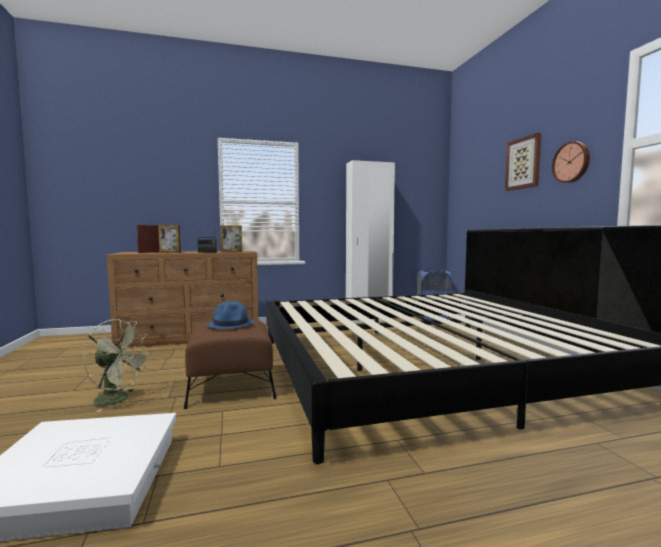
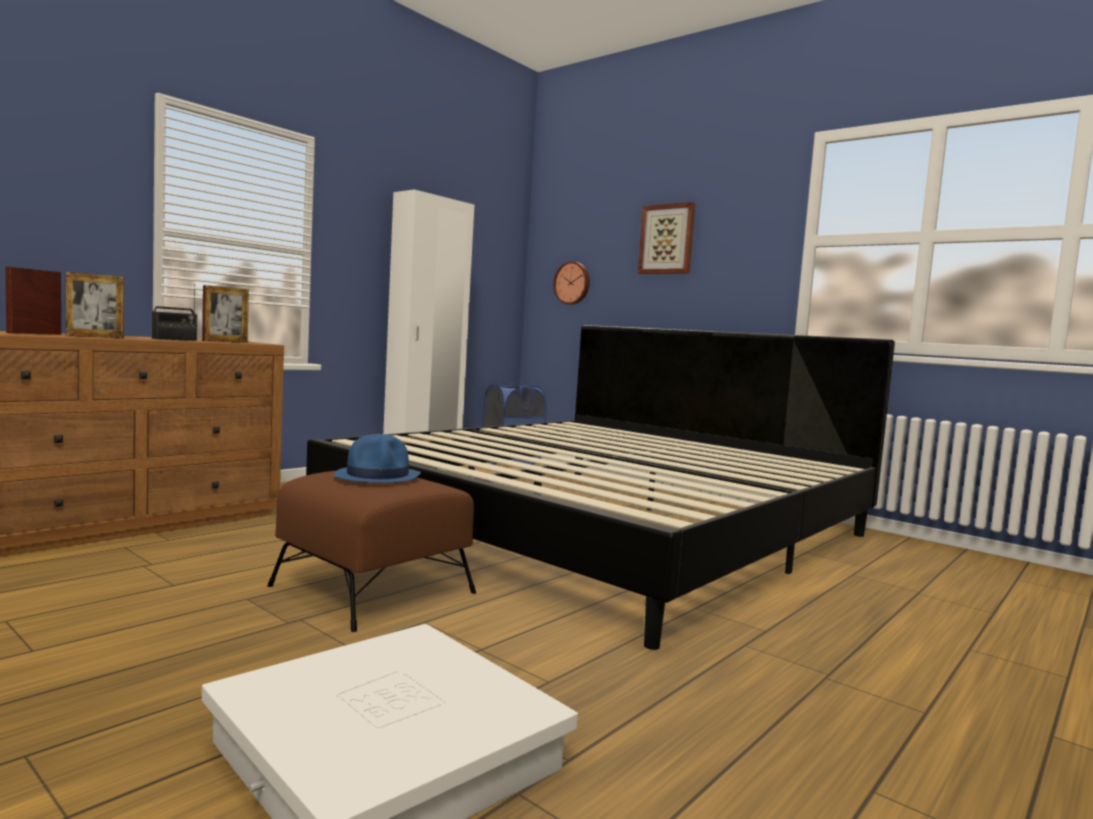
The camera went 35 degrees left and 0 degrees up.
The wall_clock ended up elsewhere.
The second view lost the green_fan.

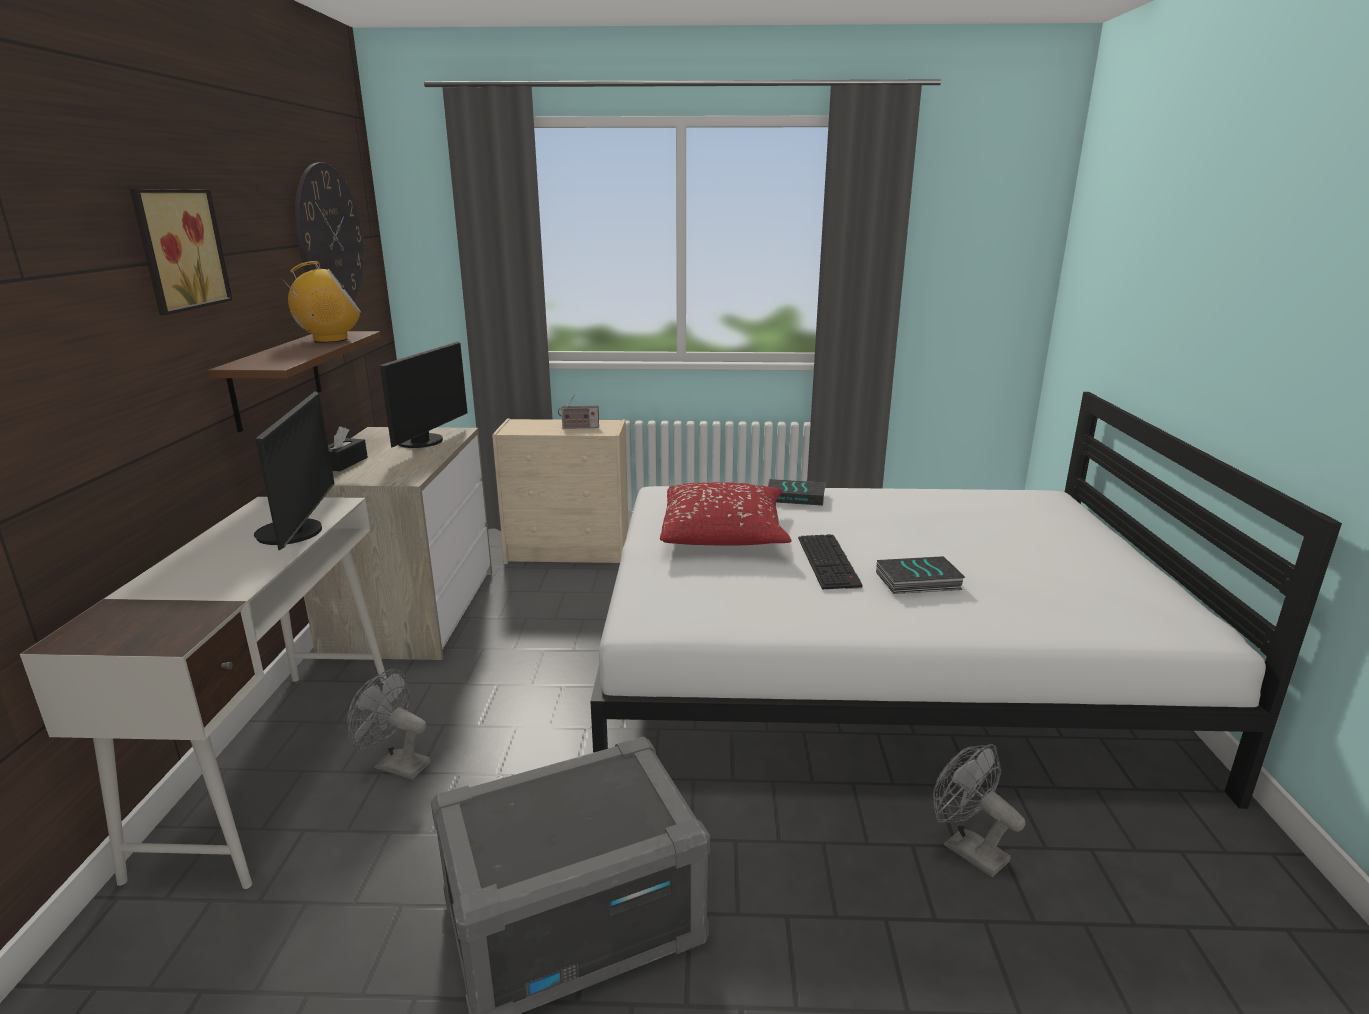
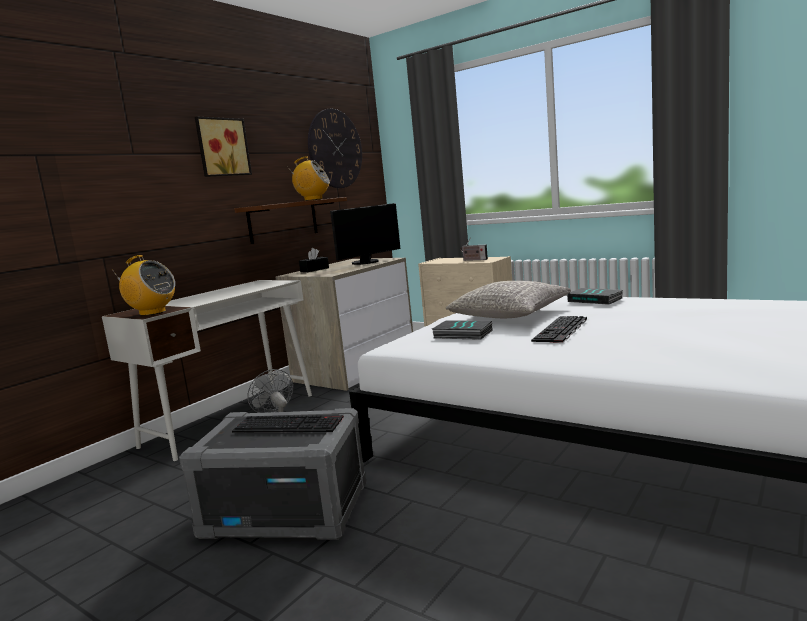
The camera went 35 degrees right and 10 degrees down.
The second view lost the monitor (1st from left).
What was the red_pillow turned into the grey_pillow.
The book (2nd from left in the first image) ended up elsewhere.
The second view lost the grey_fan (2nd from left).
The second view gained the radio (1st from left).
The second view gained the keyboard (1st from left).

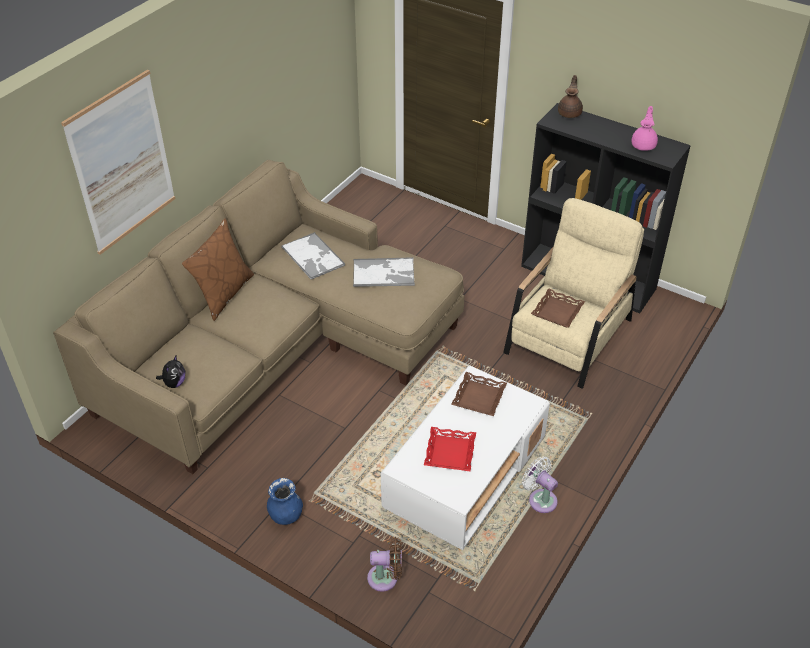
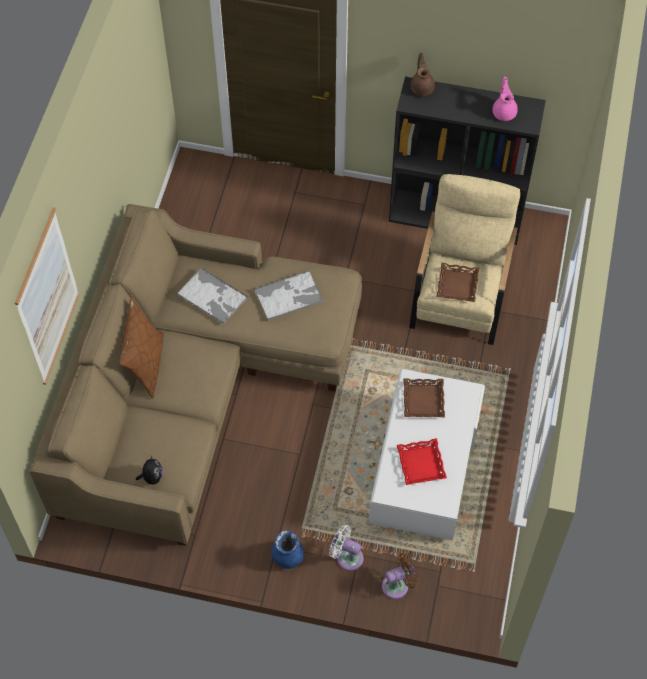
The camera went 20 degrees left and 15 degrees up.
The white_fan ended up elsewhere.

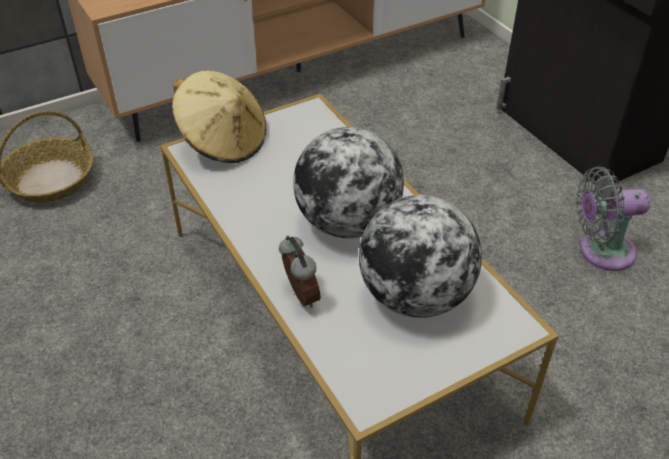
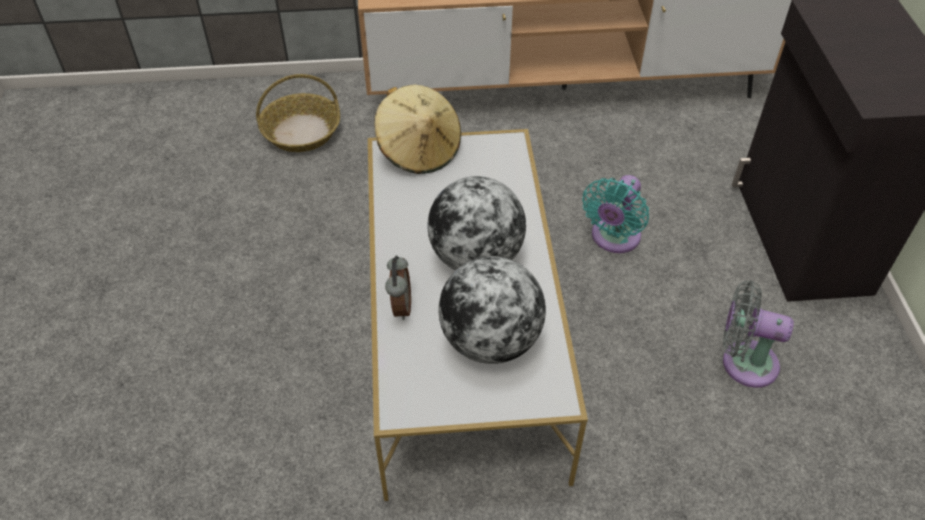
The camera went 25 degrees right and 5 degrees up.
The second view gained the turquoise_fan.

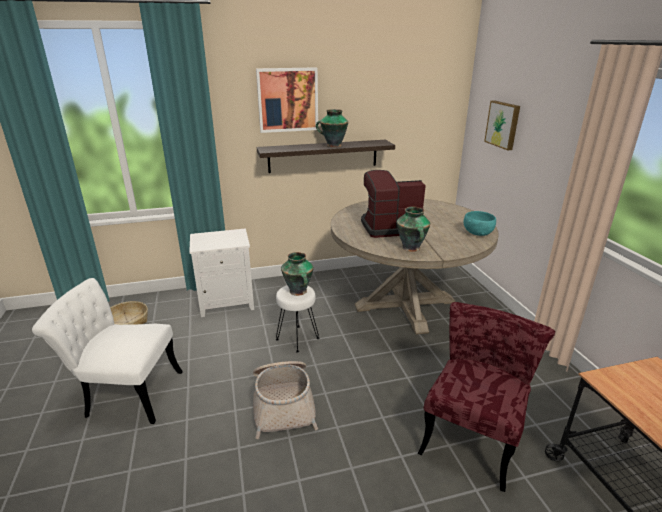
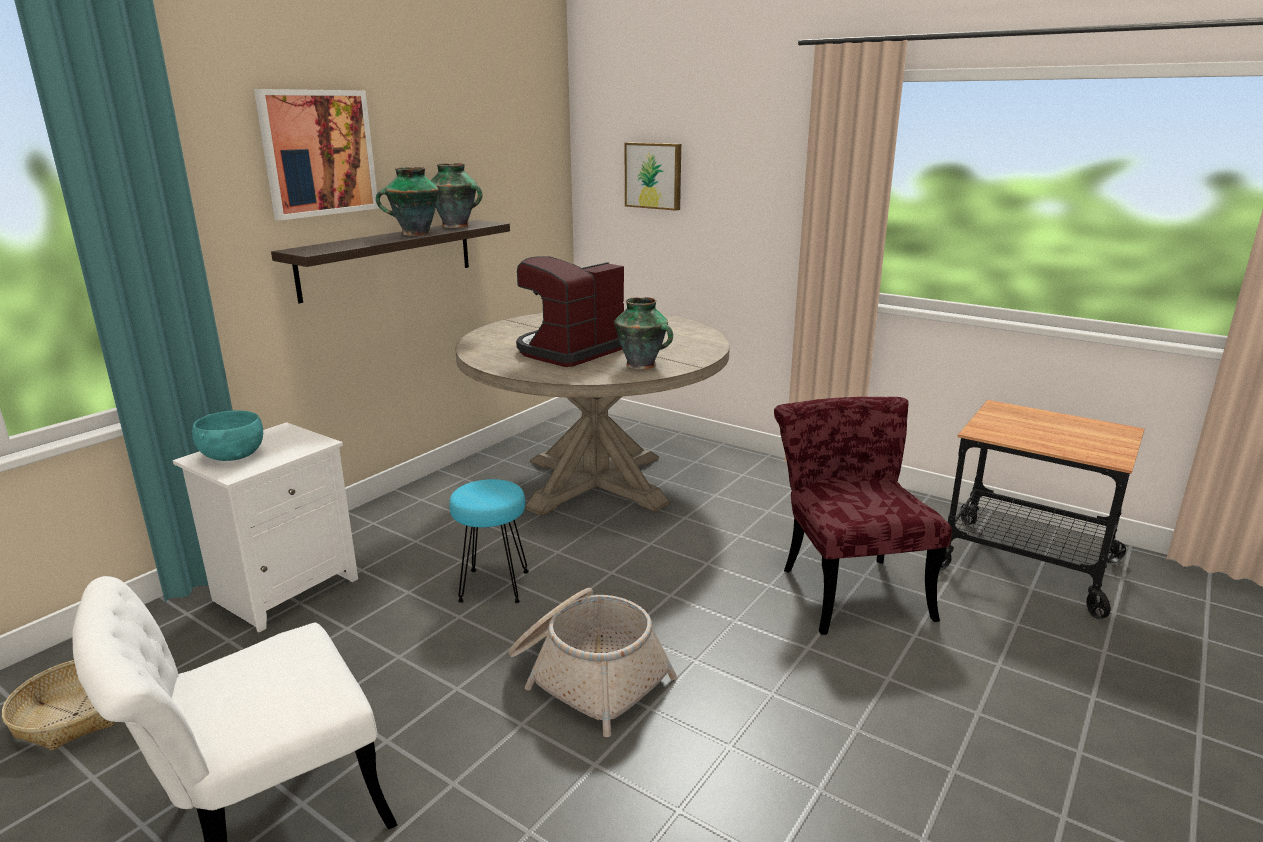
The camera went 40 degrees left and 5 degrees down.
The turquoise_bowl ended up elsewhere.
The vase (1st from left in the first image) ended up elsewhere.
What was the white_stool turned into the turquoise_stool.

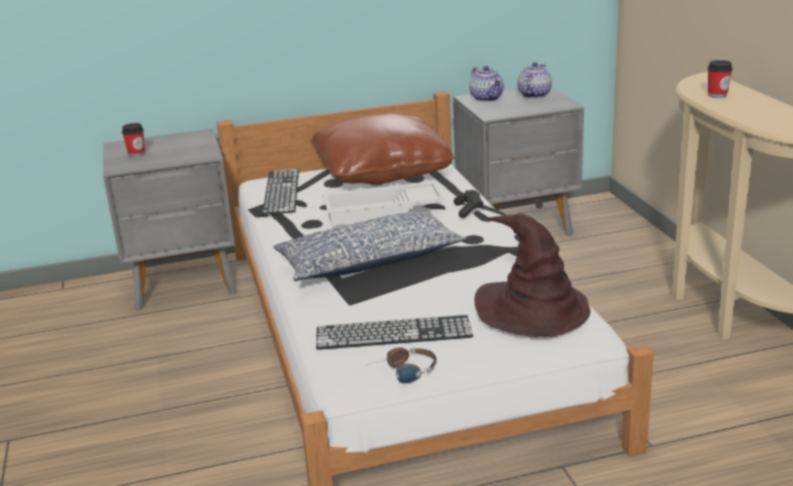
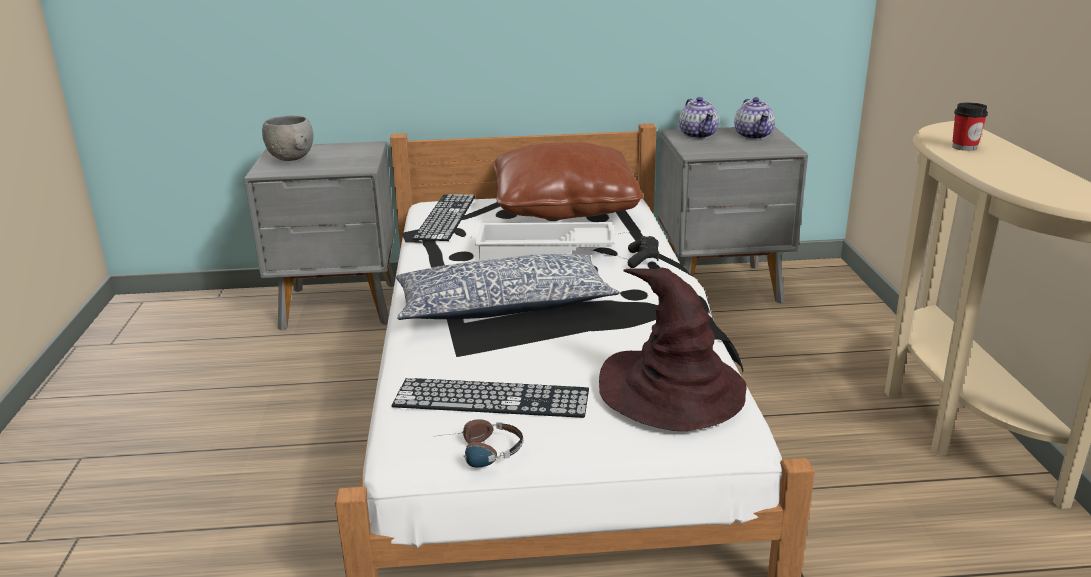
The camera went 10 degrees right and 0 degrees up.
The teapot (2nd from left) ended up facing another way, 135 degrees clockwise from before.
Where the cup (1st from left) stood, the grey_bowl came to stand.

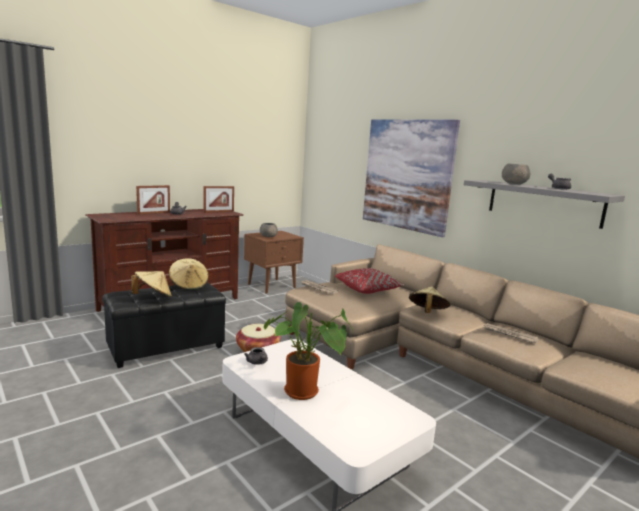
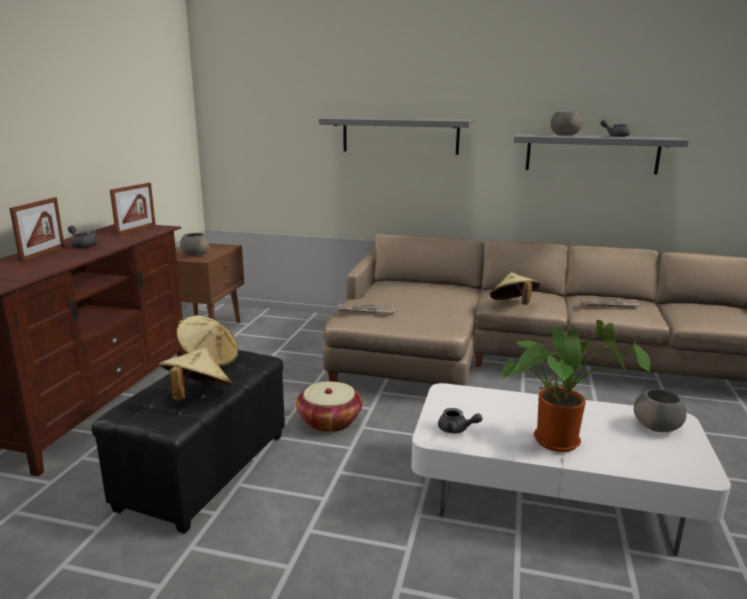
The camera went 35 degrees left and 5 degrees up.
Where the picture hung, the grey_shelf (1st from left) came to hang.
The second view lost the red_pillow.
The second view gained the grey_bowl (3rd from left).

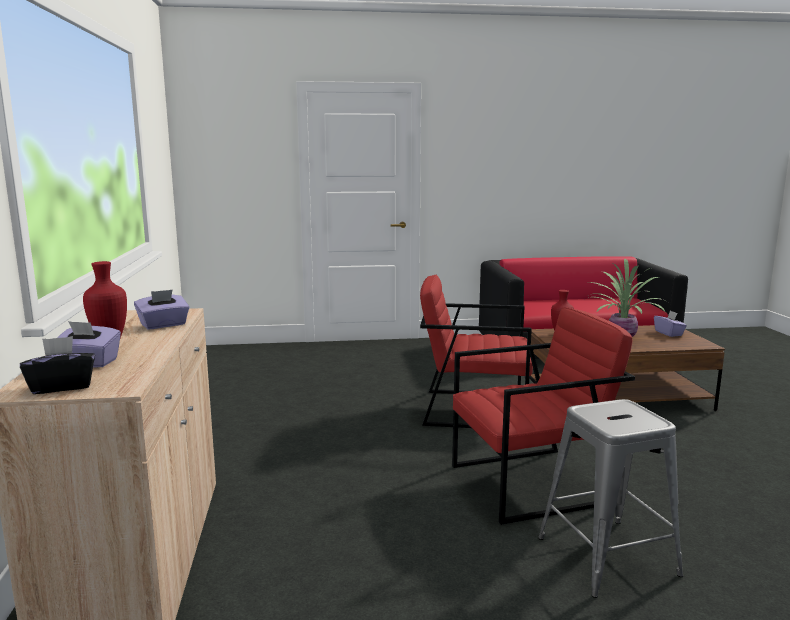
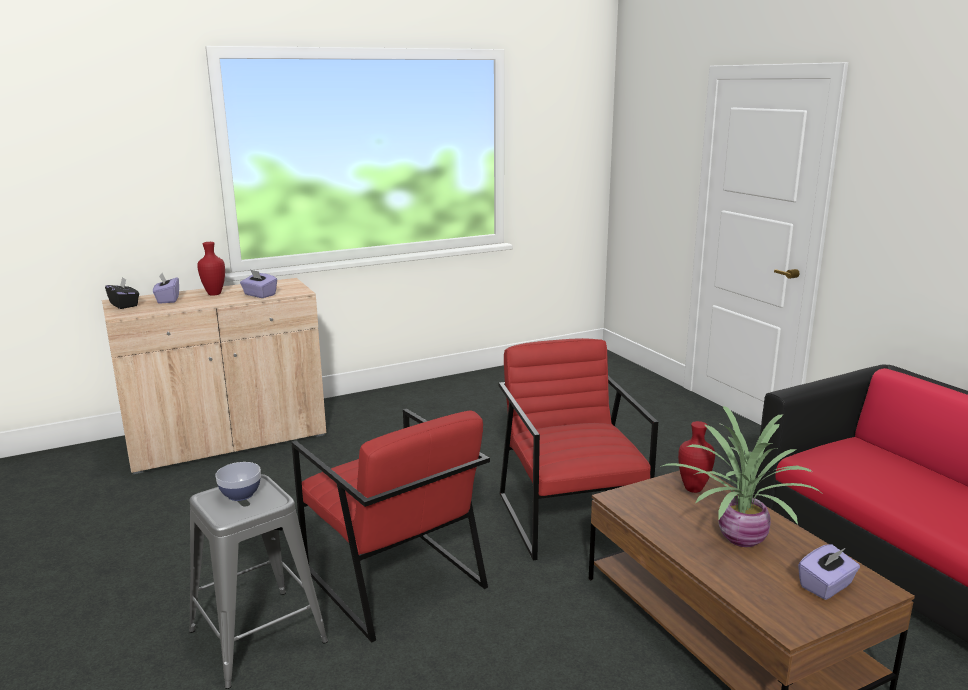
The camera went 70 degrees right and 5 degrees up.
The second view gained the bowl.

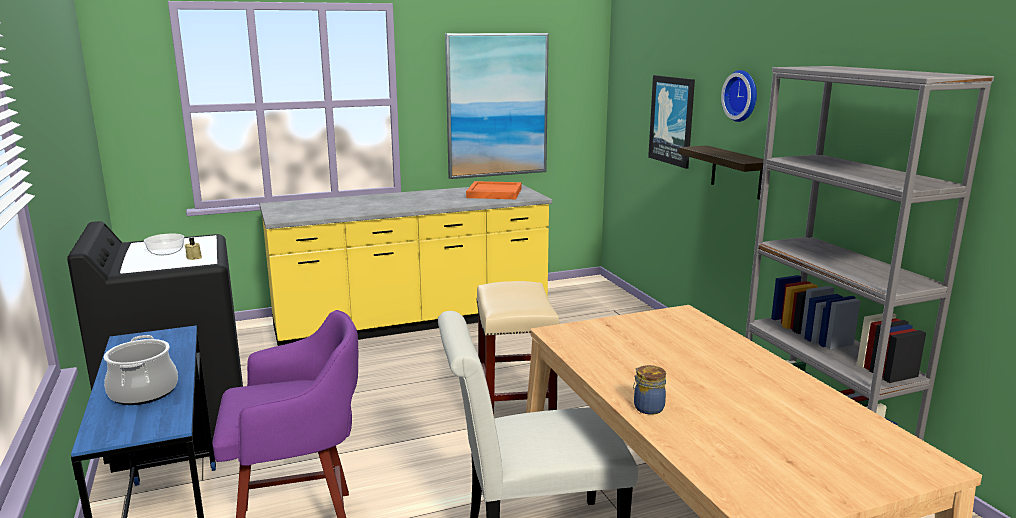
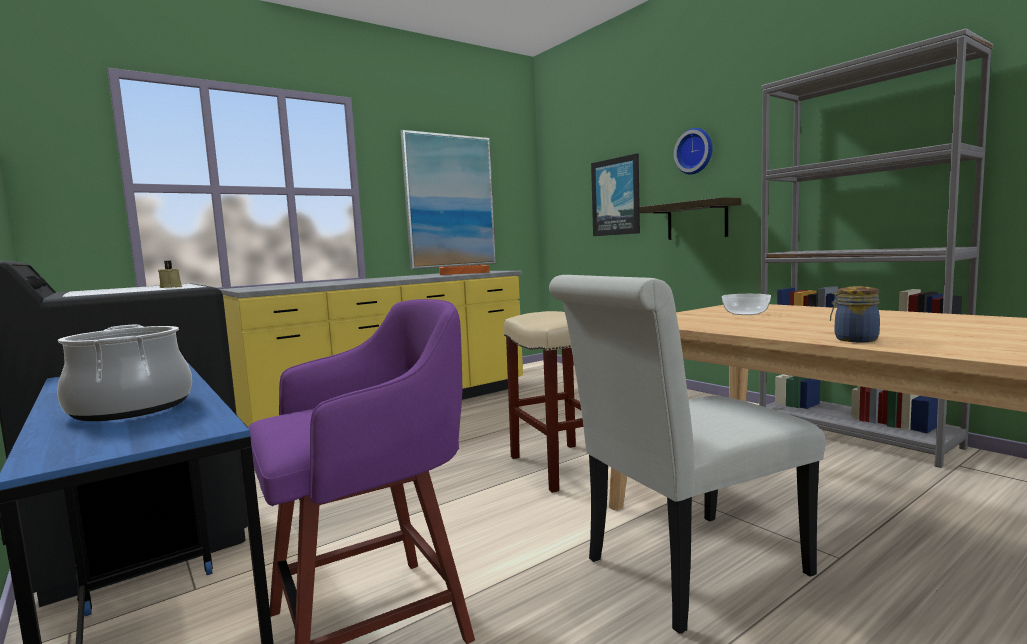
The camera went 15 degrees left and 10 degrees down.
The bowl ended up elsewhere.

